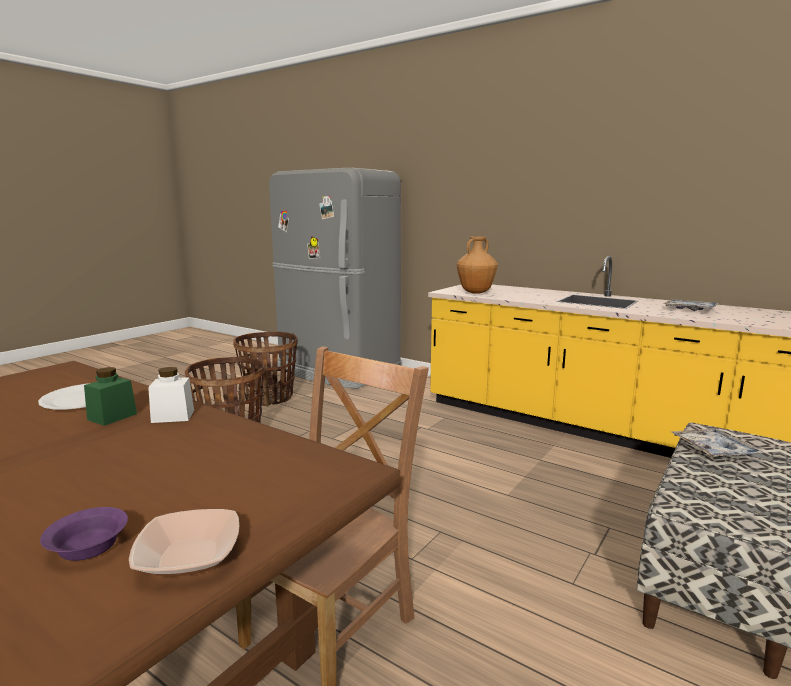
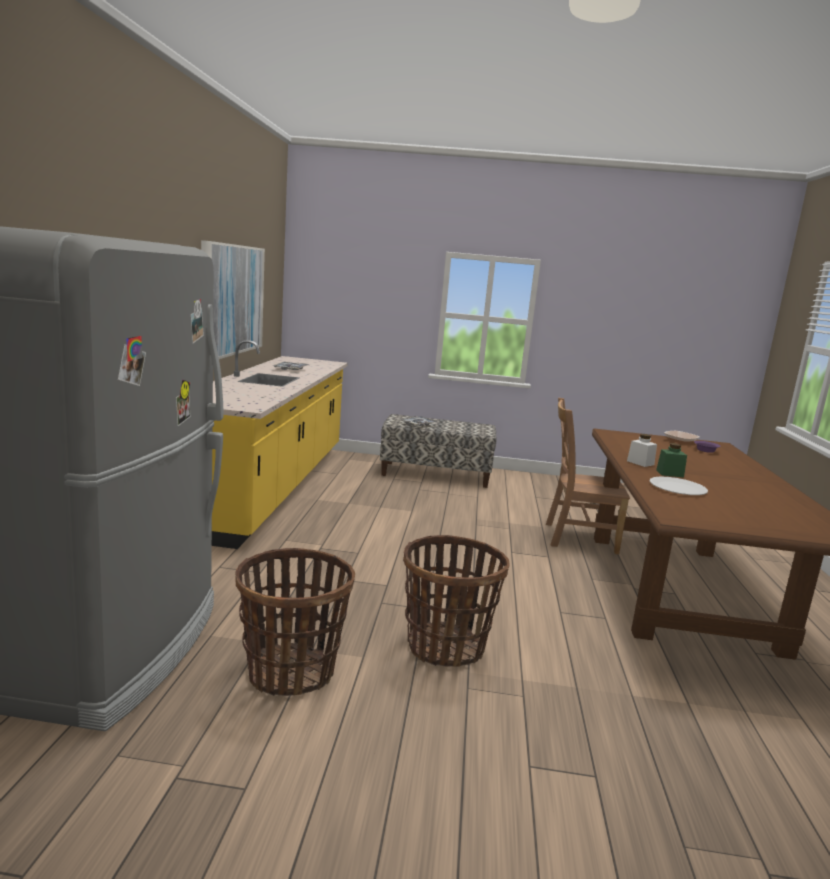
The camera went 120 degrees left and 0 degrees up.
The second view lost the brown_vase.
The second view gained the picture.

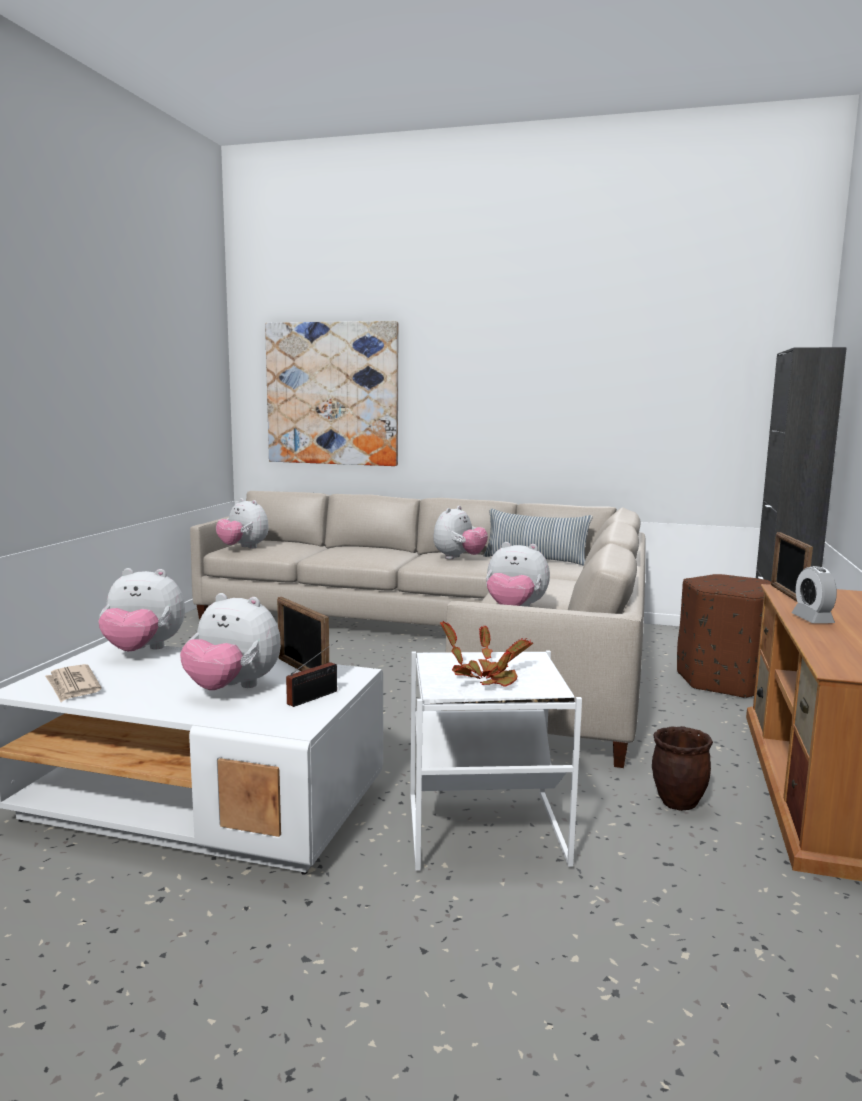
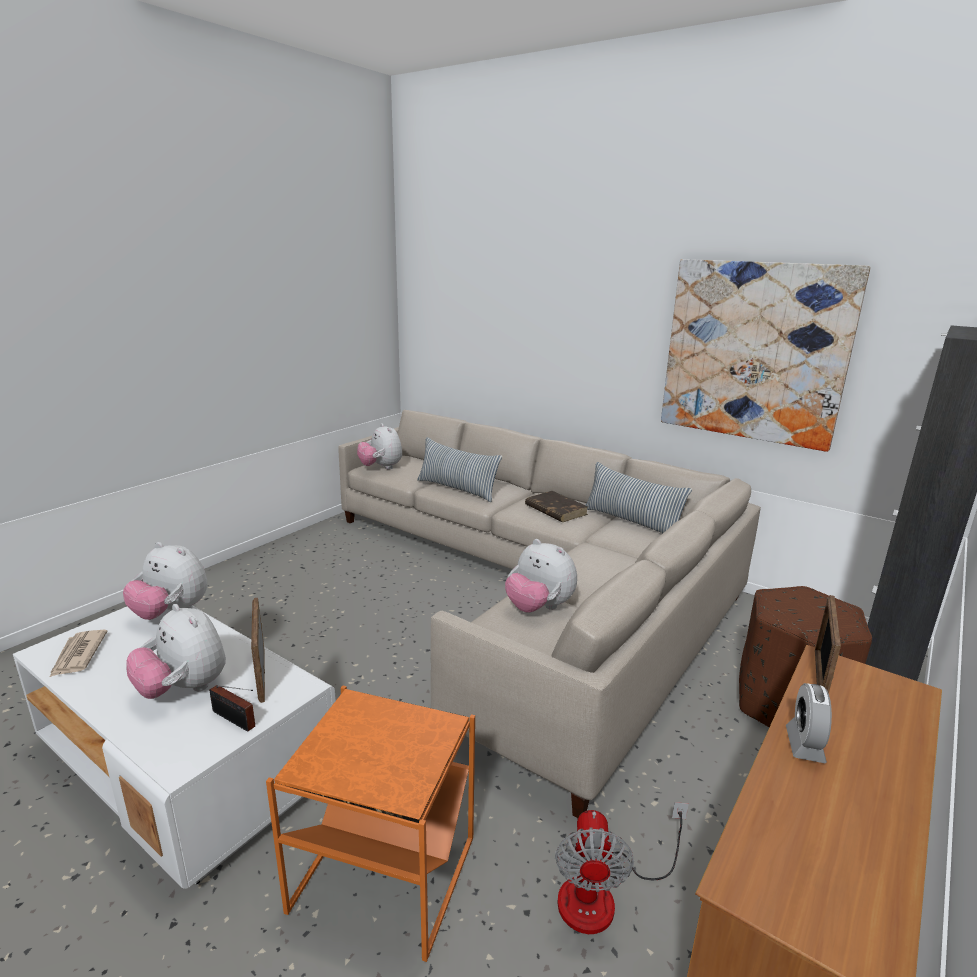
The camera went 20 degrees right and 10 degrees up.
The picture ended up elsewhere.
Where the plush_toy (4th from left) stood, the brown_book came to stand.
The second view lost the potted_plant.
The radio ended up facing another way, 60 degrees clockwise from before.
What was the white_side_table turned into the orange_side_table.
Where the brown_planter stood, the fan came to stand.
The second view gained the pillow (1st from left).

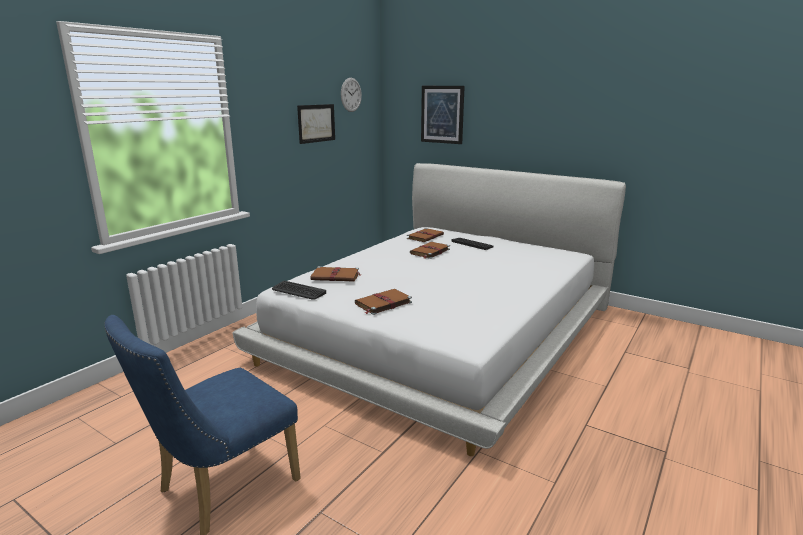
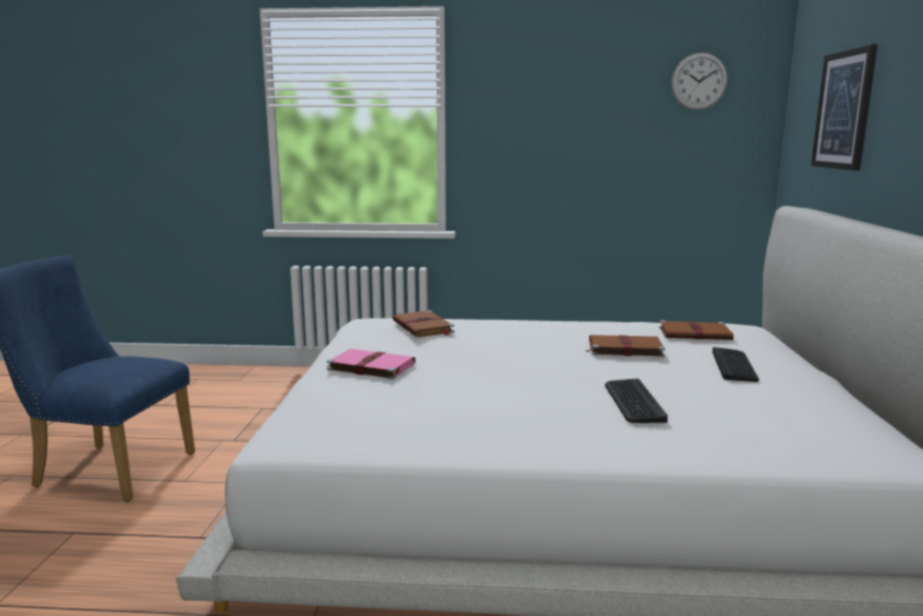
The camera went 60 degrees right and 5 degrees down.
The second view lost the picture (1st from left).
The keyboard (1st from left) ended up elsewhere.
What was the brown_book (2nd from left) turned into the pink_book.

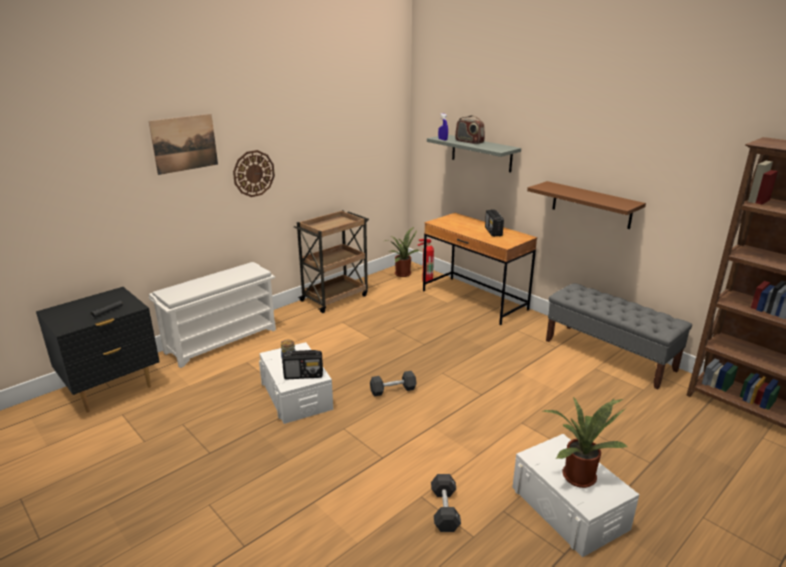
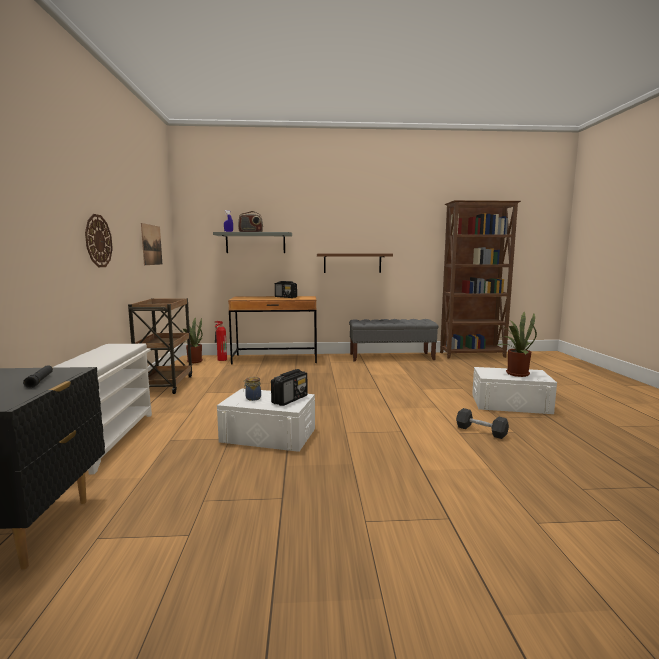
The camera went 50 degrees left and 15 degrees down.
The picture ended up elsewhere.
The second view lost the black_dumbbell (1st from left).

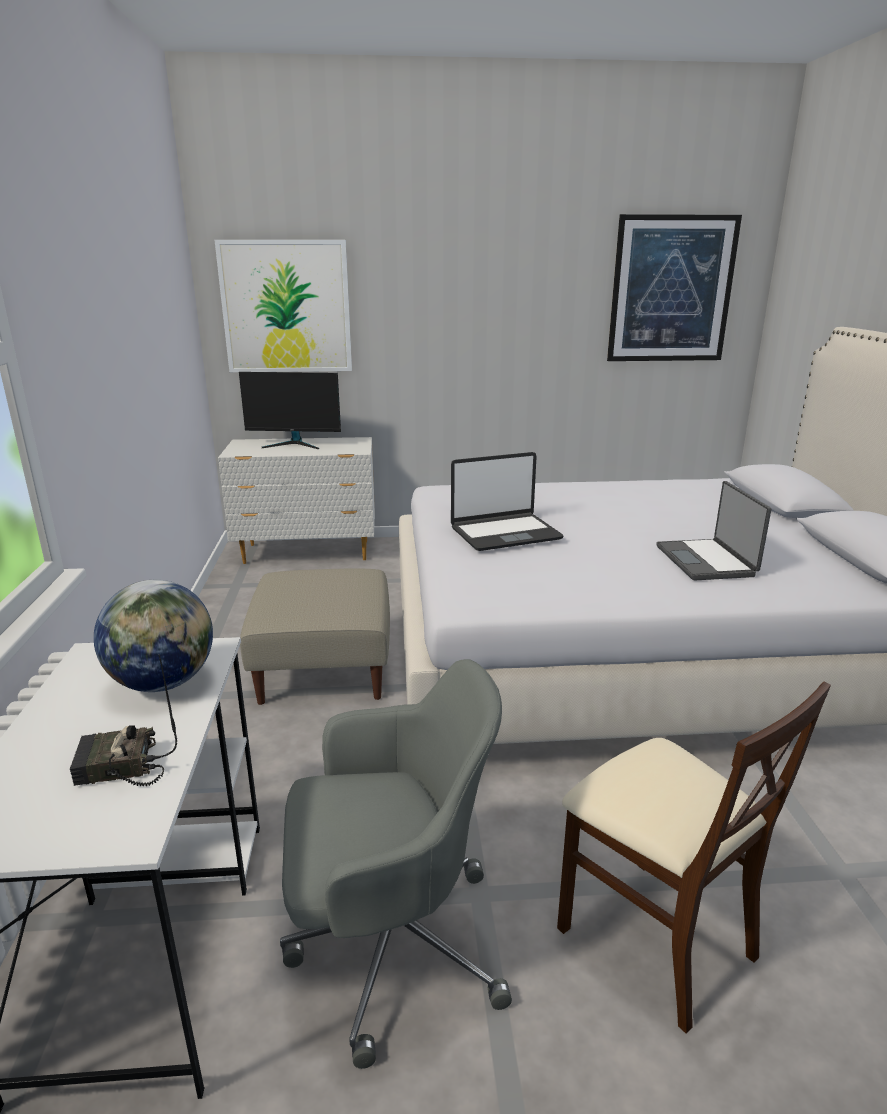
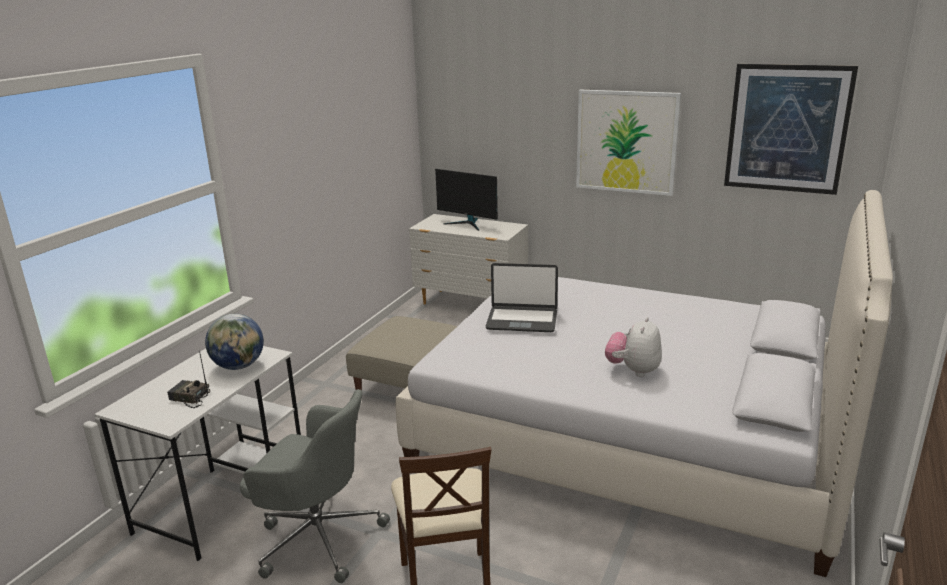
The camera went 30 degrees right and 0 degrees up.
The picture (1st from left) ended up elsewhere.
Where the laptop (2nd from left) stood, the plush_toy came to stand.

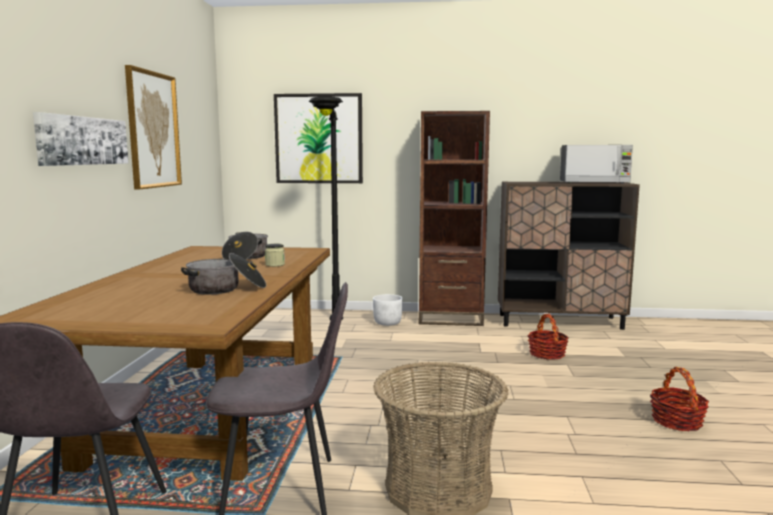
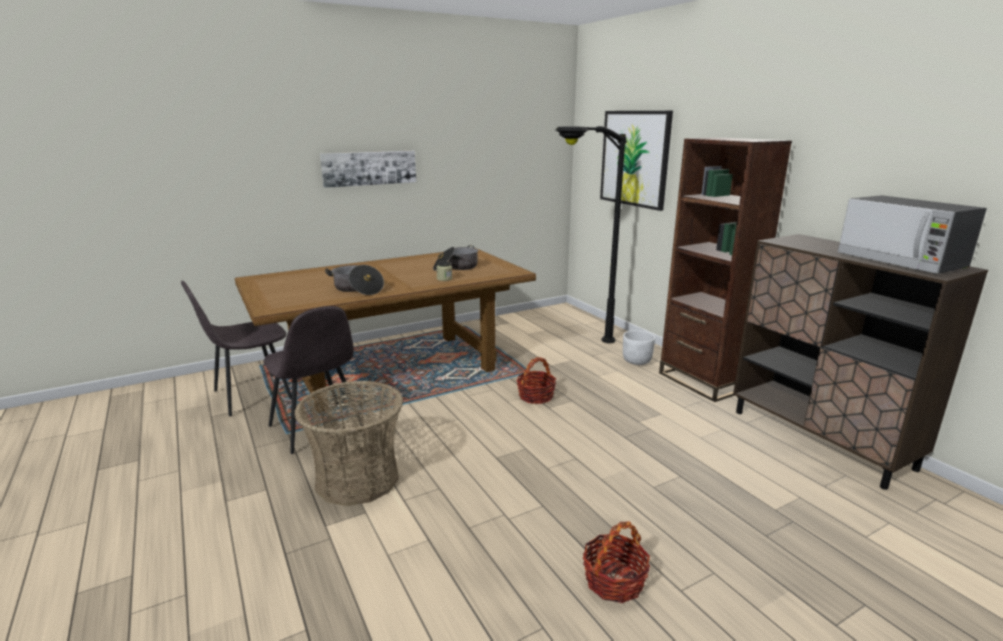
The camera went 55 degrees right and 10 degrees up.
The second view lost the picture (2nd from left).
The basket (2nd from left) ended up elsewhere.

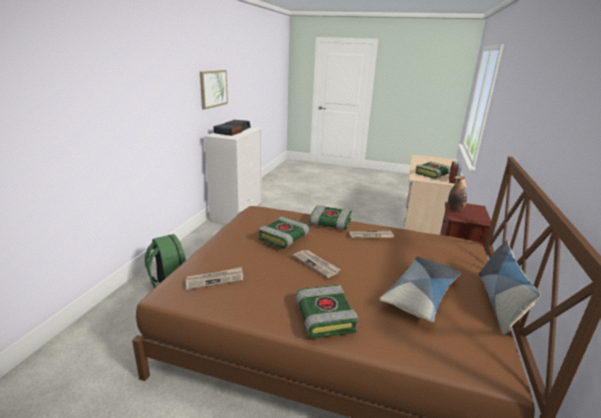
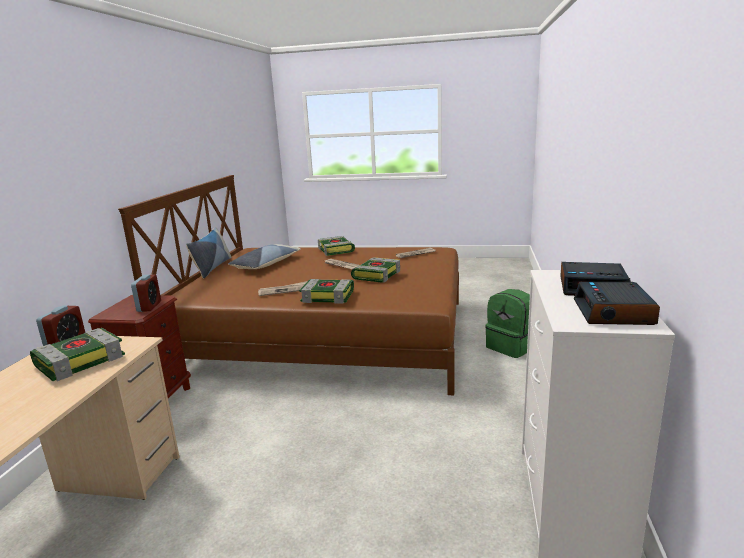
The camera went 175 degrees right and 5 degrees down.
The second view lost the picture.
Where the bottle stood, the alarm_clock (2nd from left) came to stand.

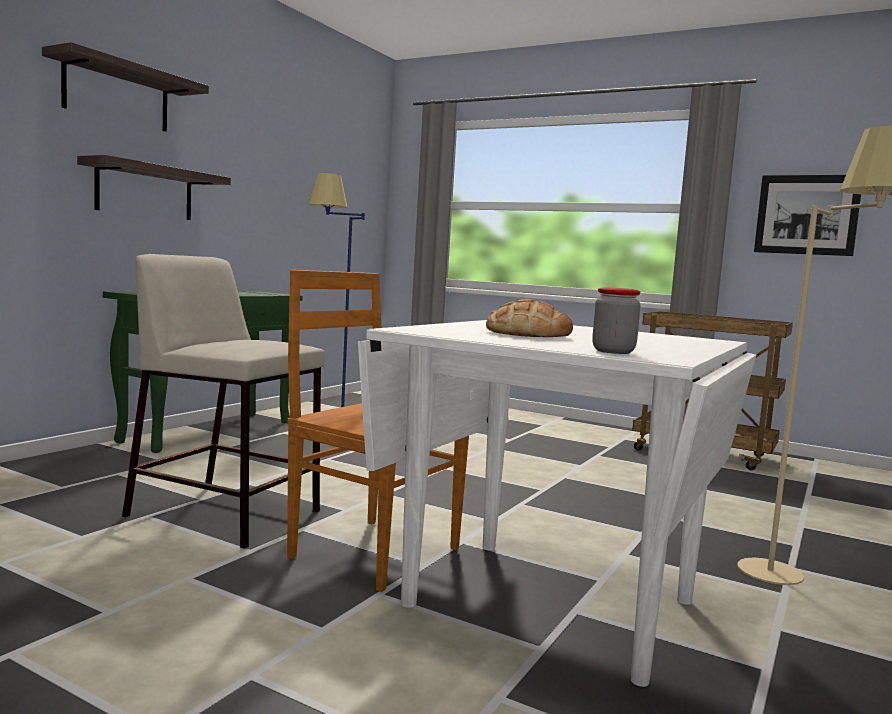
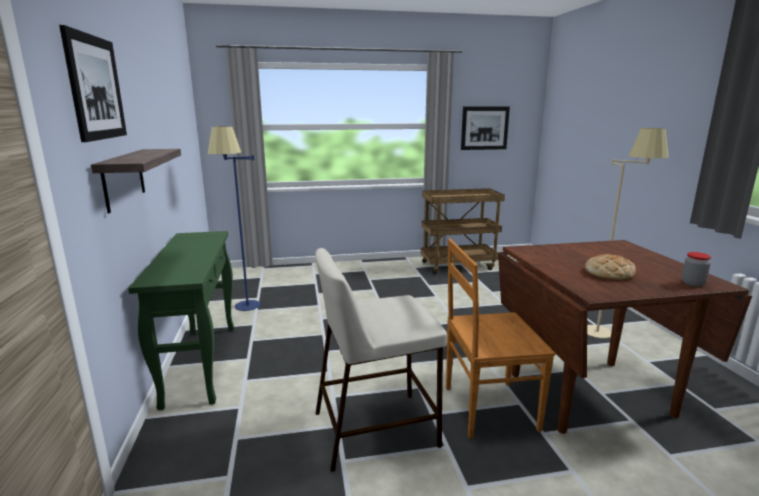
The camera went 40 degrees left and 10 degrees up.
Where the shelf (1st from left) hung, the picture (1st from left) came to hang.
What was the white_dining_table turned into the brown_dining_table.

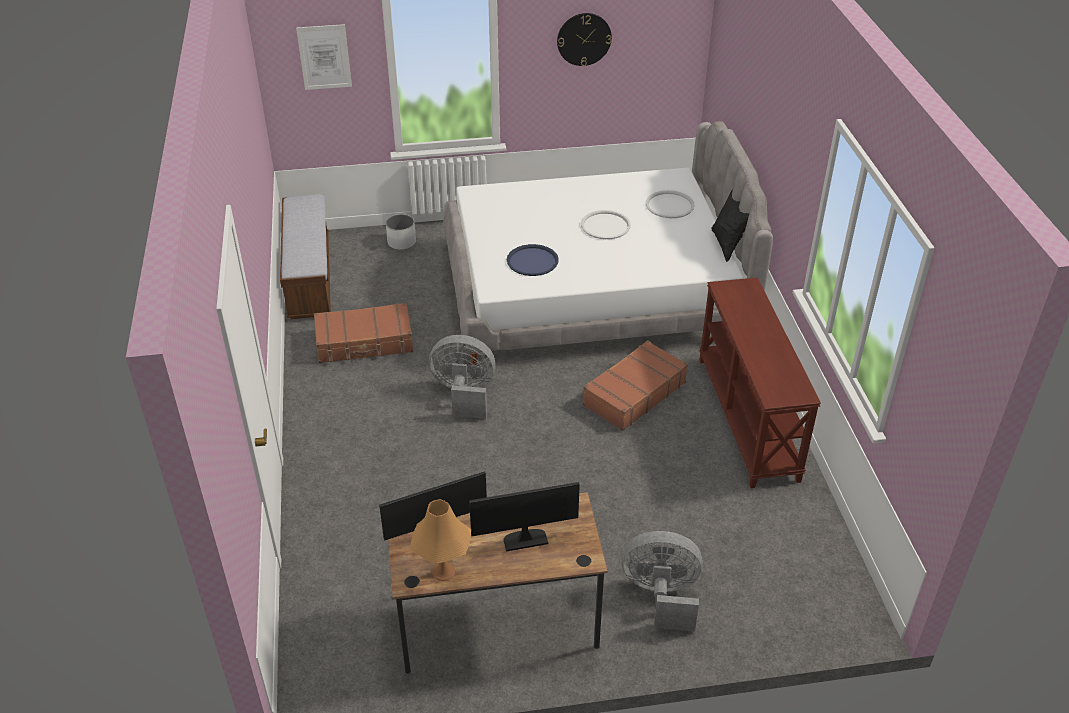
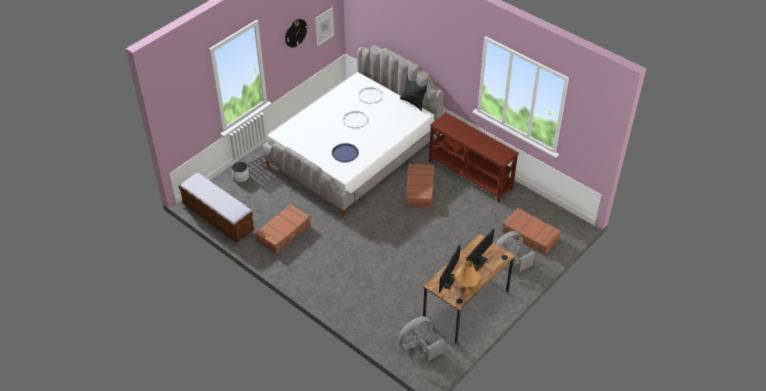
The camera went 40 degrees left and 5 degrees up.
The picture ended up elsewhere.
The grey_fan (1st from left) ended up elsewhere.
The second view gained the brown_suitcase (3rd from left).

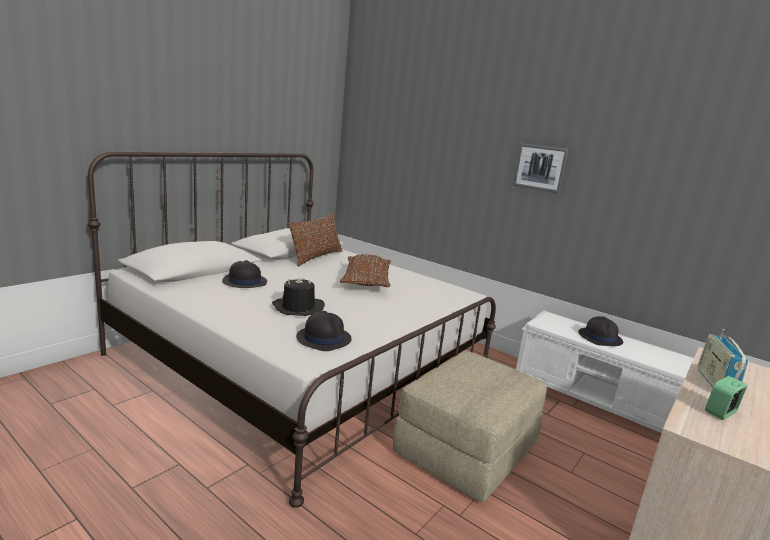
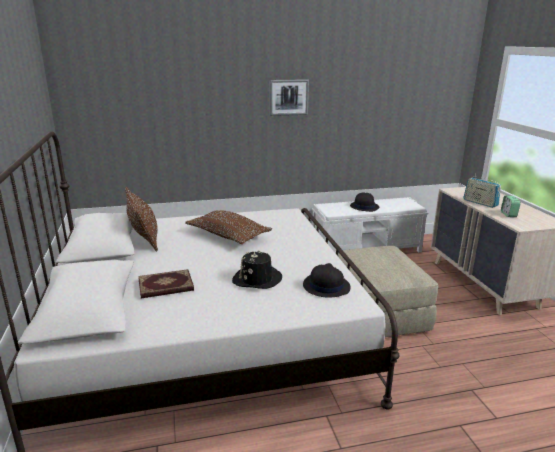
The camera went 50 degrees left and 5 degrees up.
Where the black_hat (1st from left) stood, the book came to stand.

